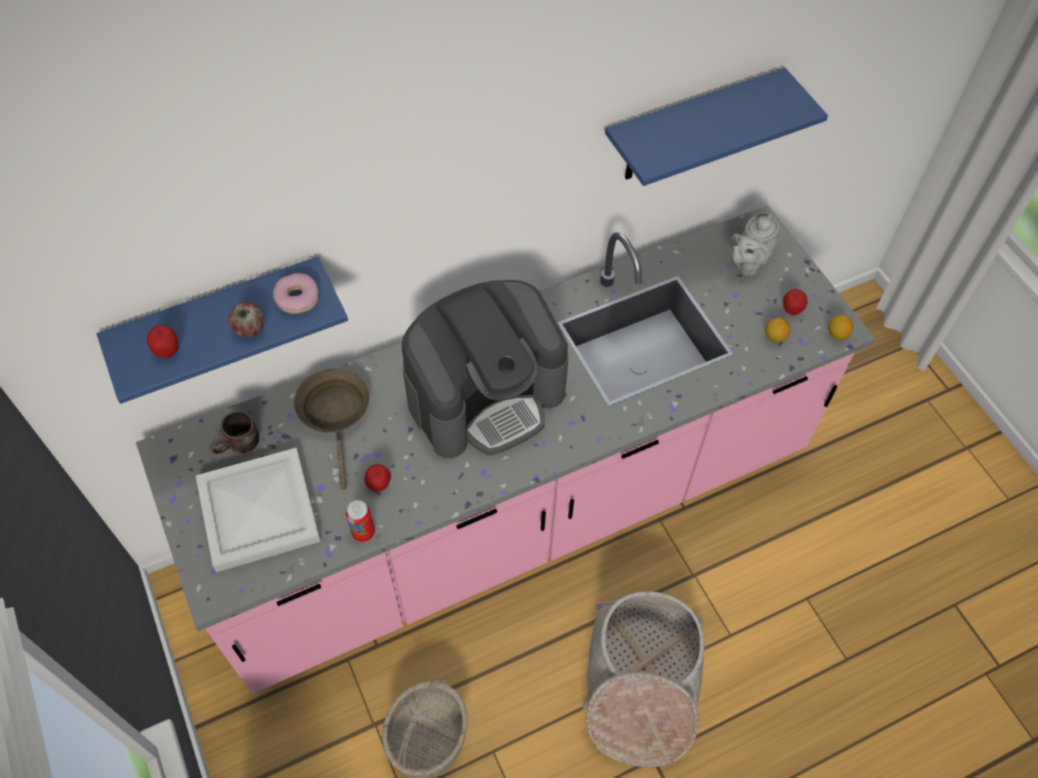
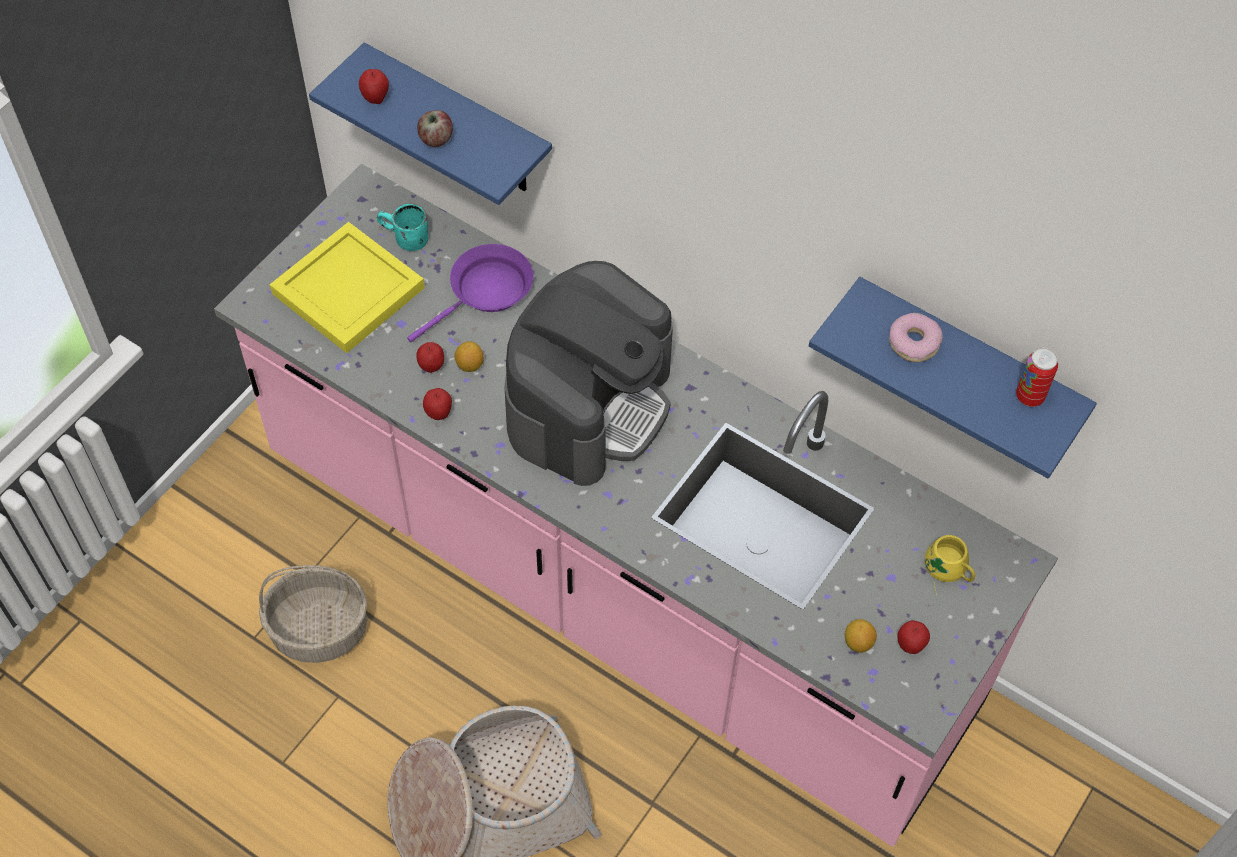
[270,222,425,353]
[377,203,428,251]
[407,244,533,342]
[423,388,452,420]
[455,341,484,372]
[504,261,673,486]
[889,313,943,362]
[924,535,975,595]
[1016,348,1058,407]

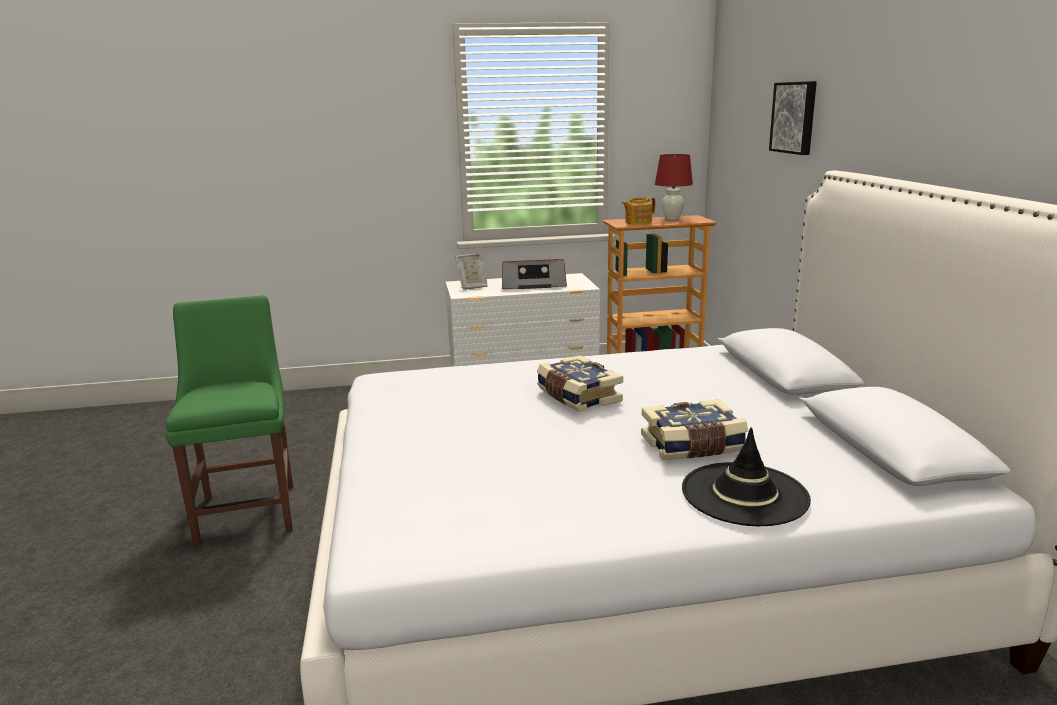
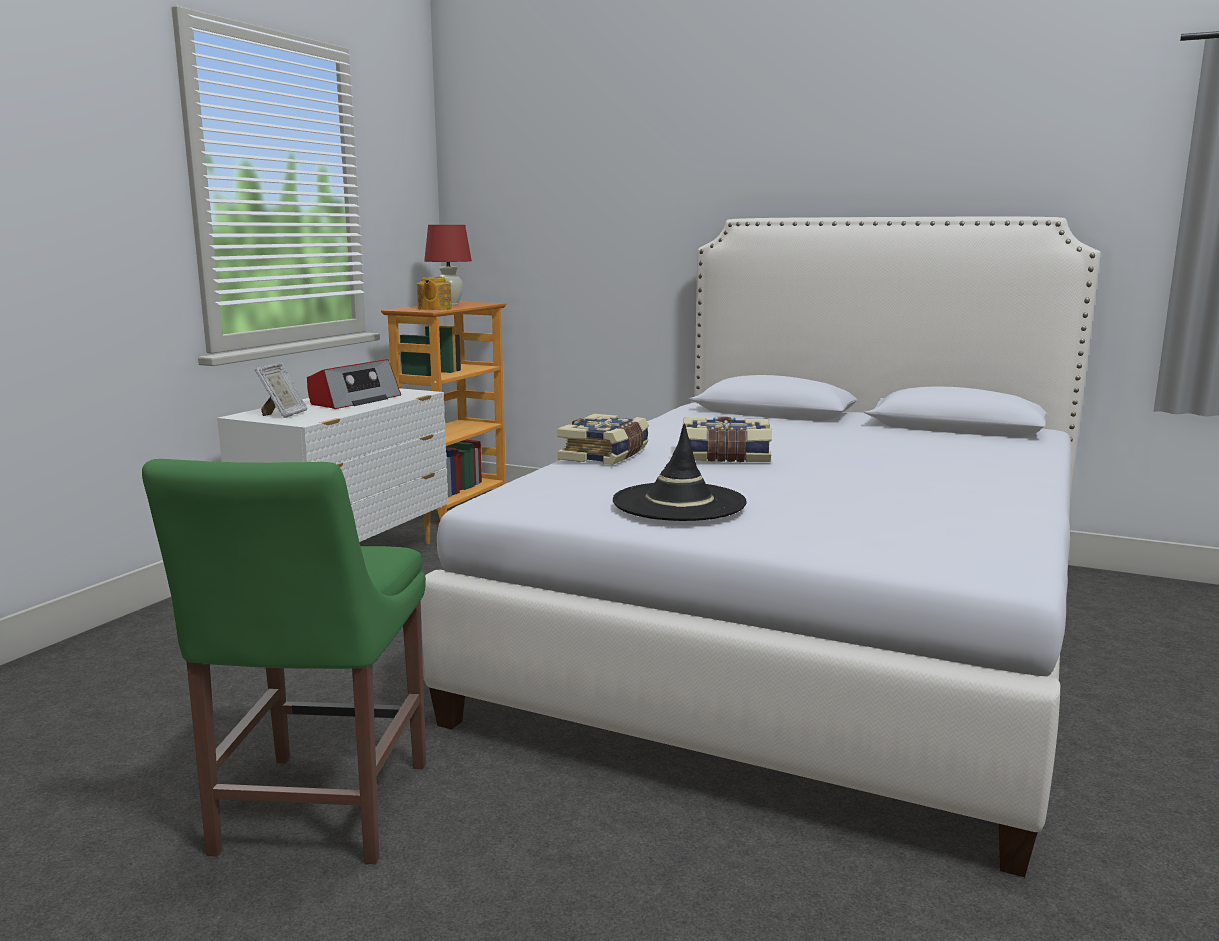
[142,459,426,864]
[557,414,649,465]
[613,423,747,521]
[769,81,817,155] (first image)

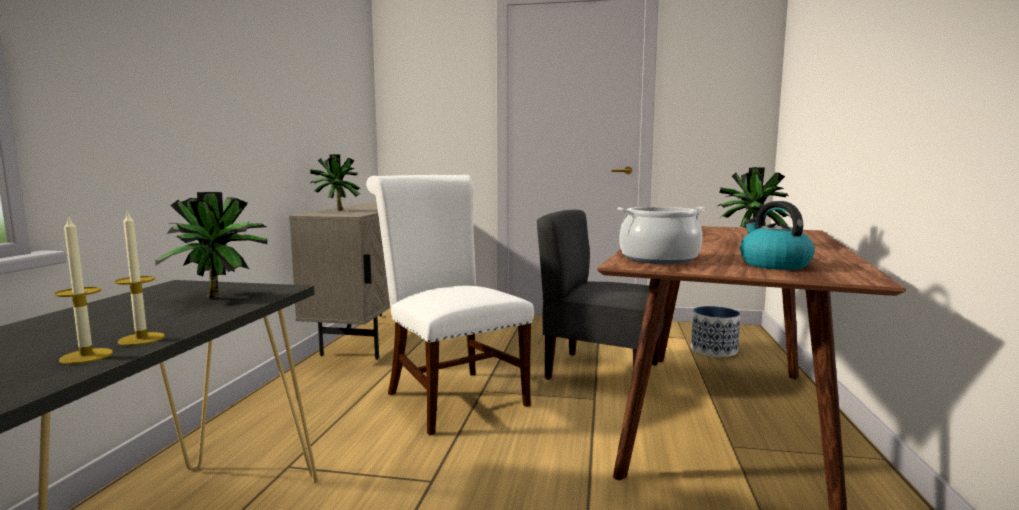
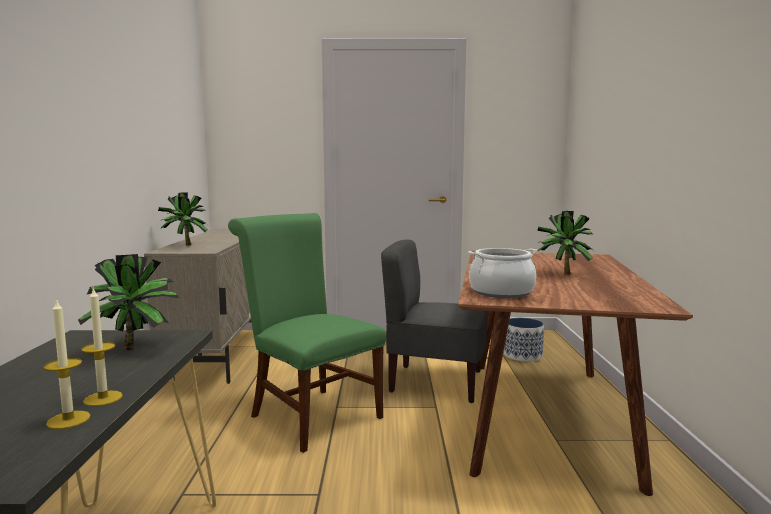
[228,213,386,453]
[740,201,815,270] (first image)

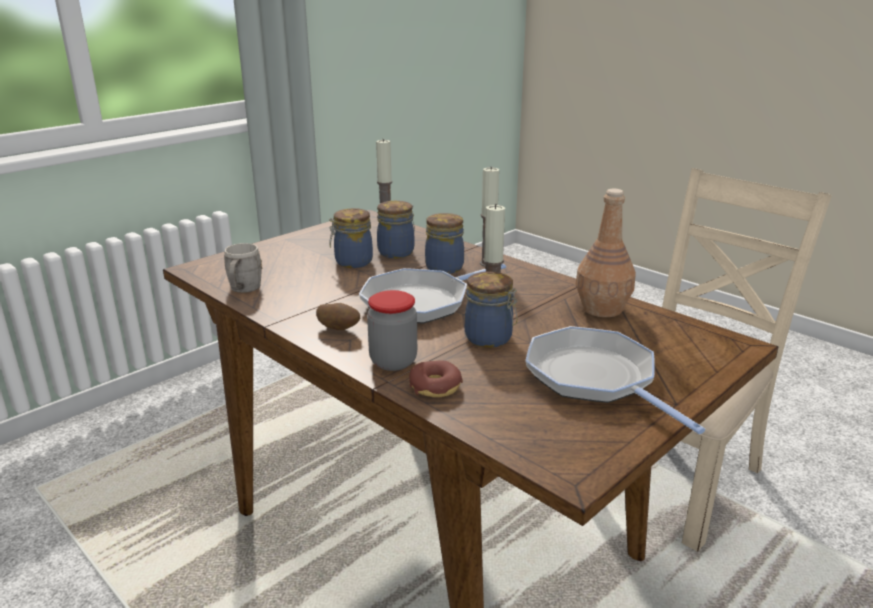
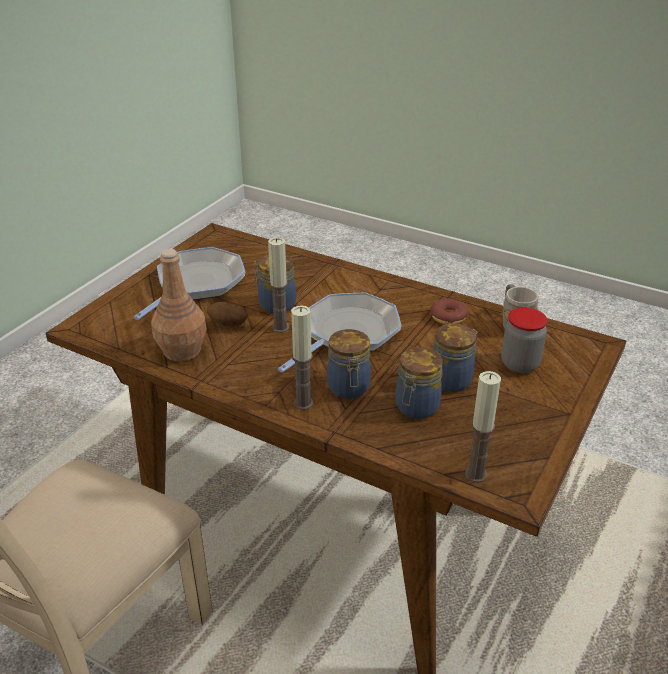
[134,247,245,320]
[207,302,248,326]
[430,298,468,325]
[501,308,547,373]

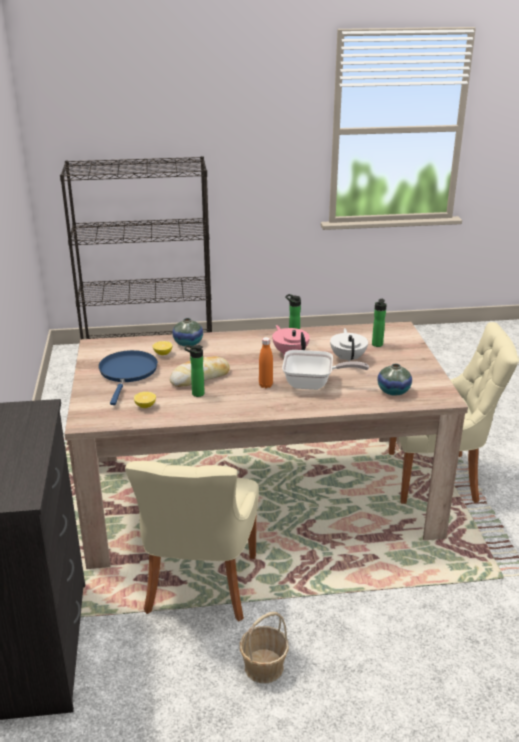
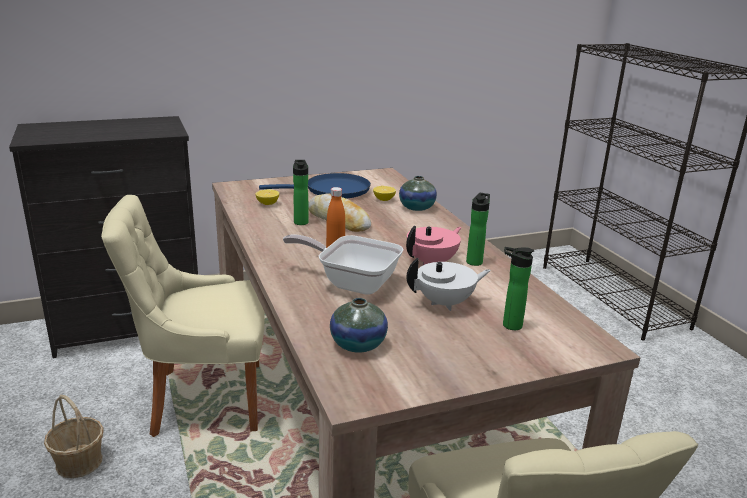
[283,234,404,295]

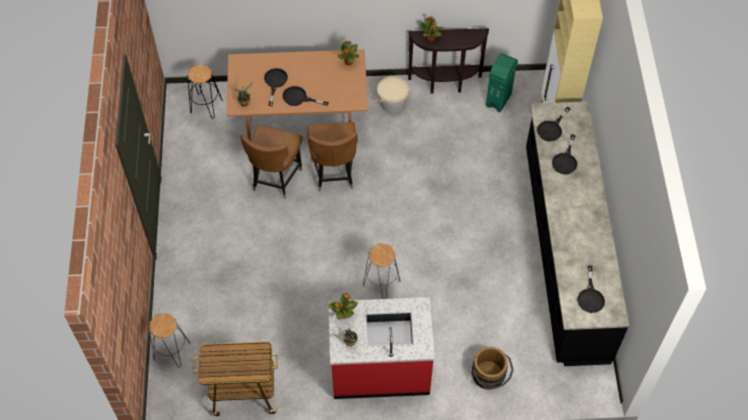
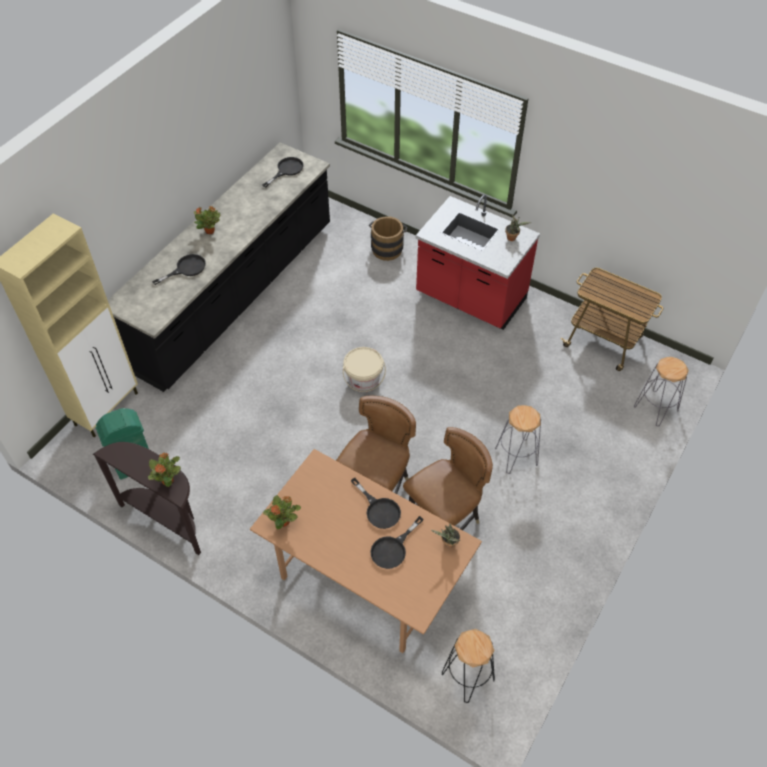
[193,206,221,234]
[343,347,386,392]
[495,405,541,474]
[537,107,571,141] (first image)

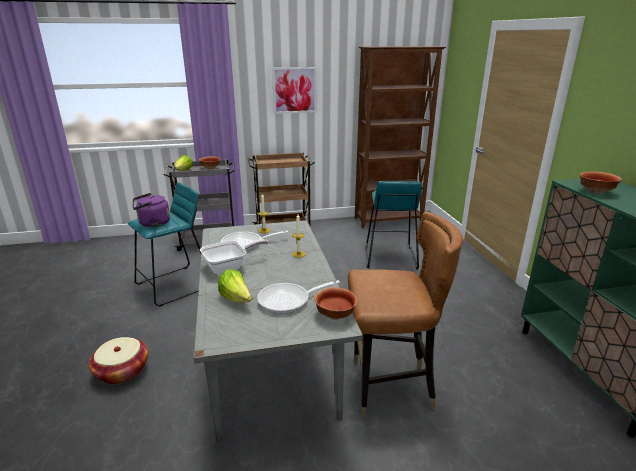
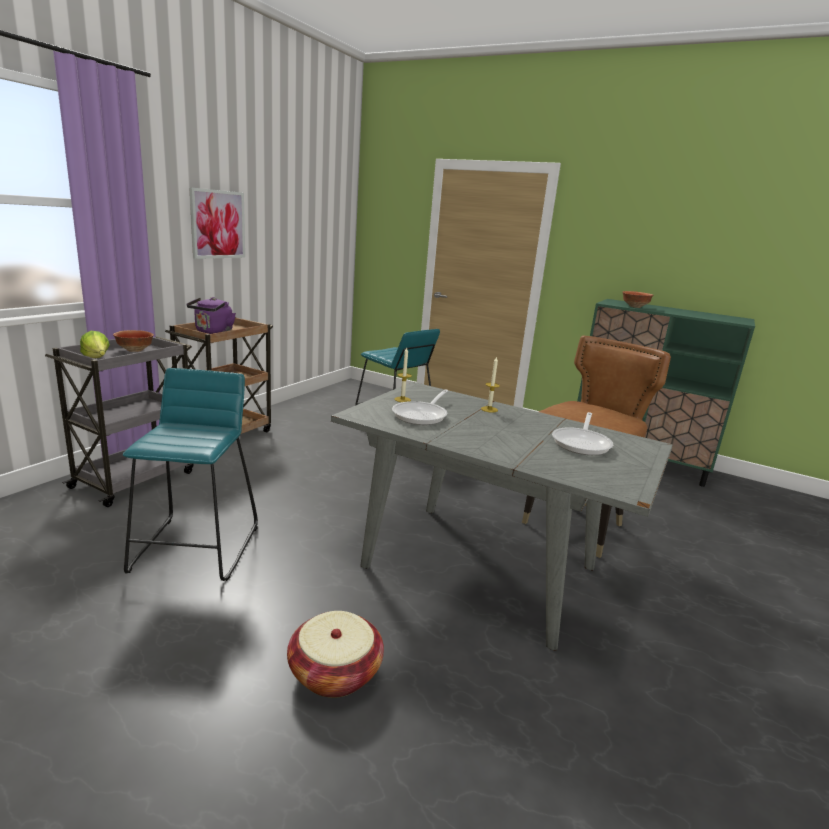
[187,297,236,334]
[200,239,269,274] (first image)
[218,269,252,303] (first image)
[314,287,357,320] (first image)
[355,46,446,228] (first image)

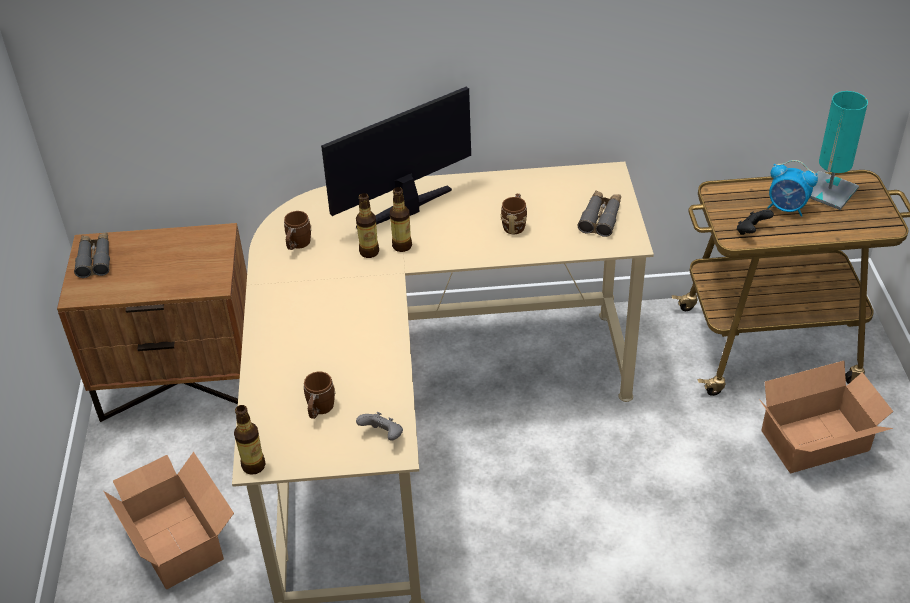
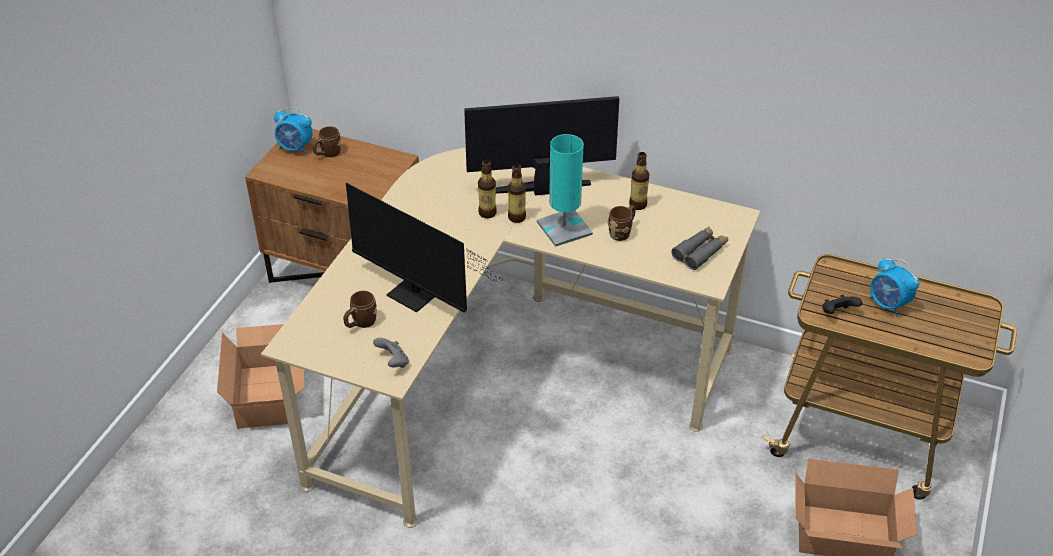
[274,107,313,154]
[312,126,341,157]
[346,183,505,313]
[537,134,593,247]
[629,152,649,210]

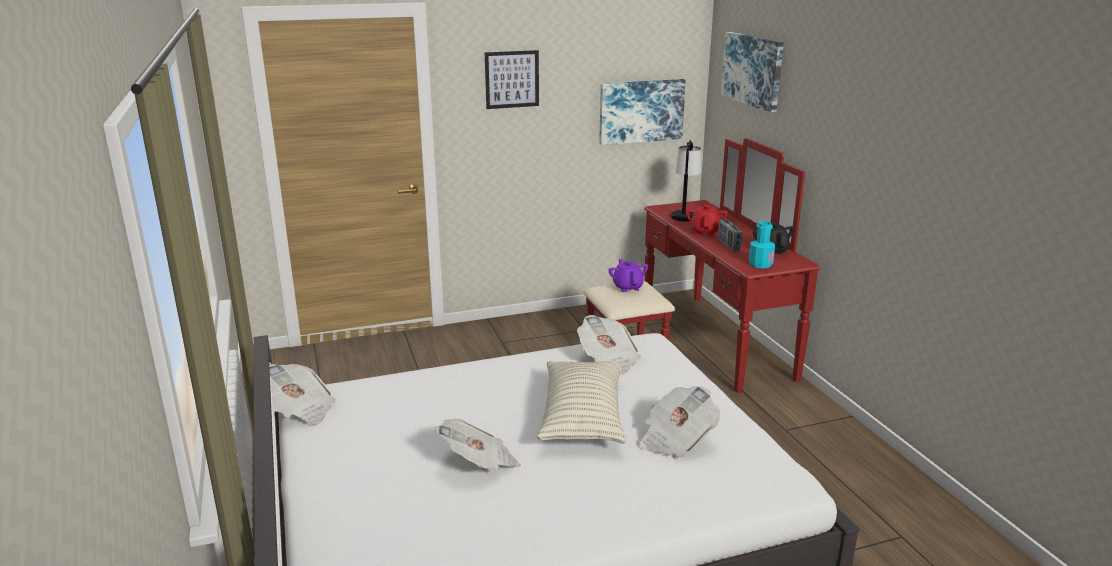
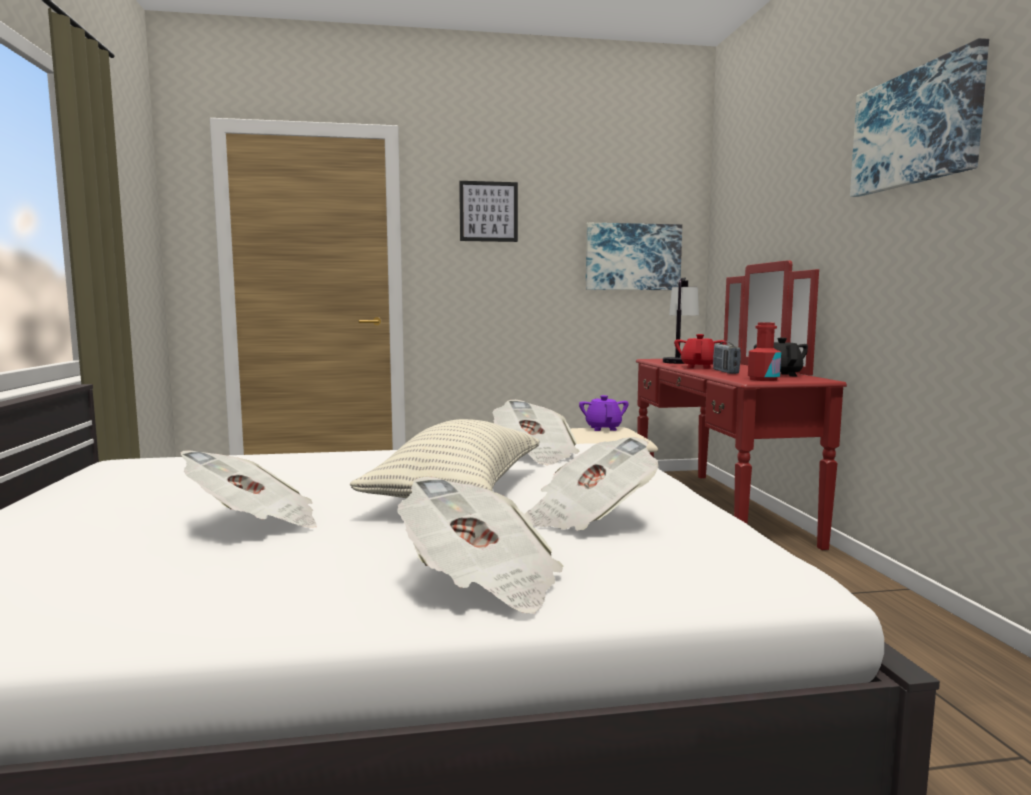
[398,477,563,613]
[748,323,781,381]
[850,38,989,197]

